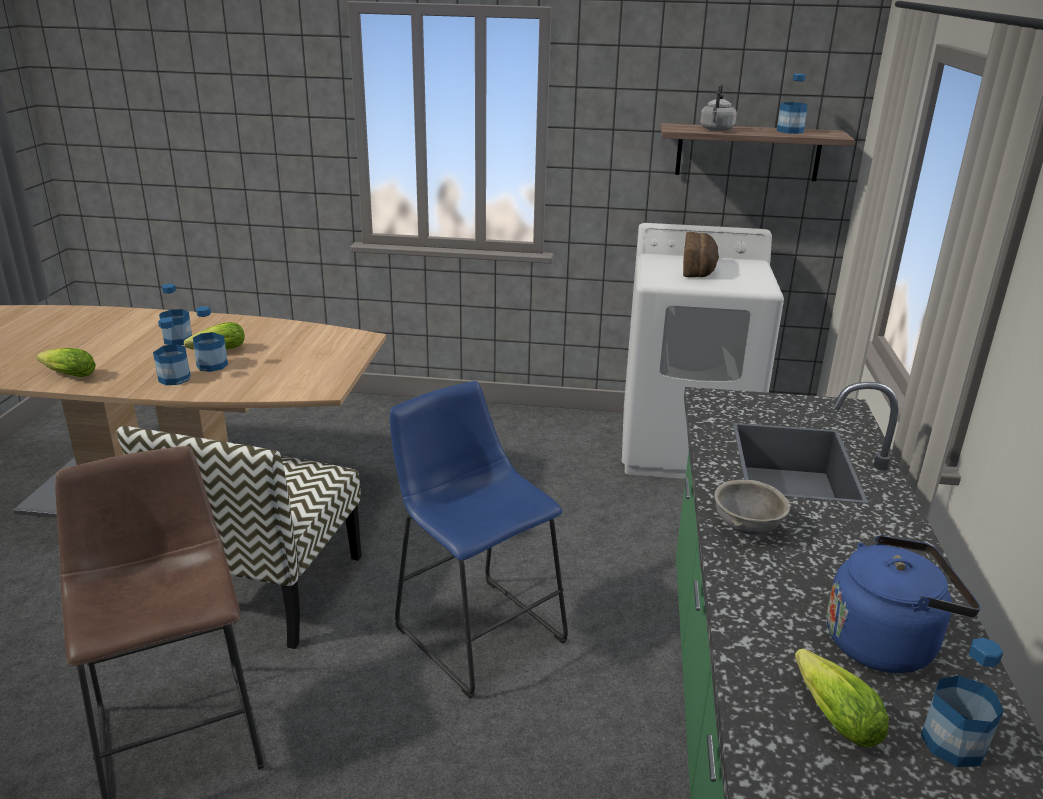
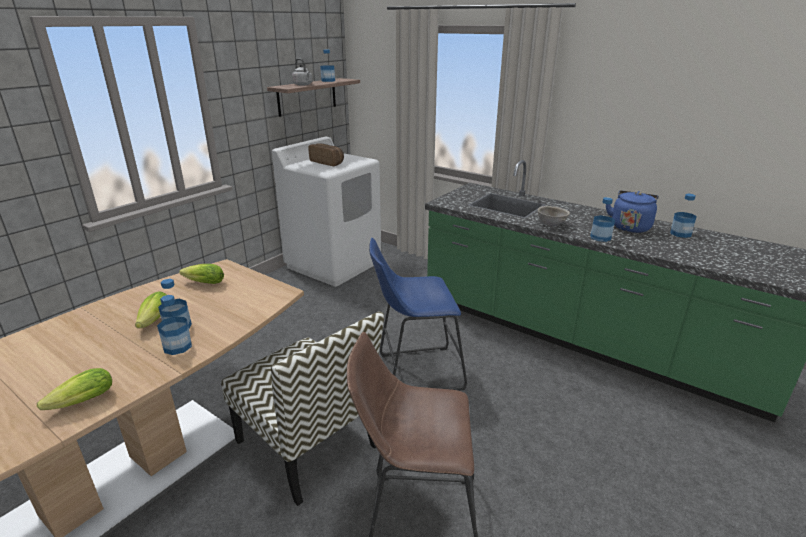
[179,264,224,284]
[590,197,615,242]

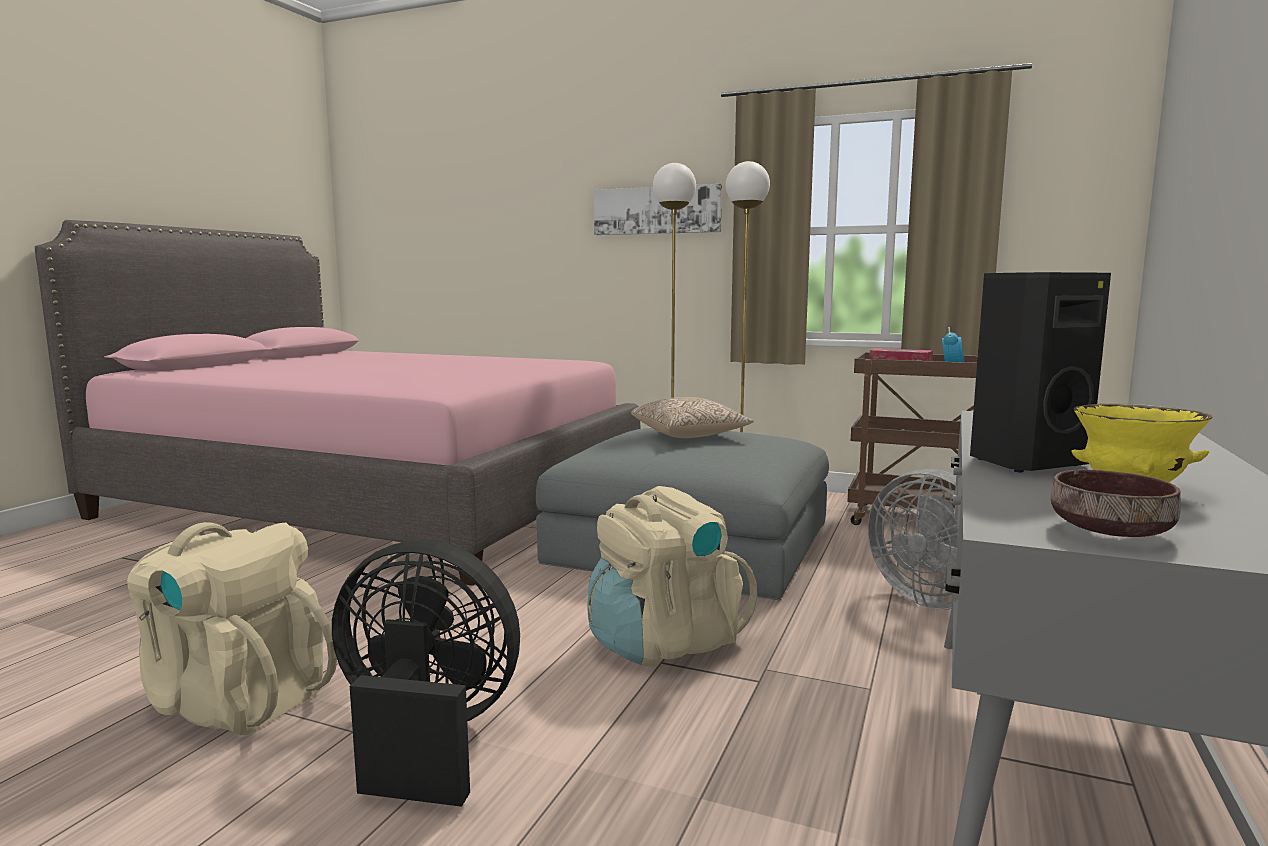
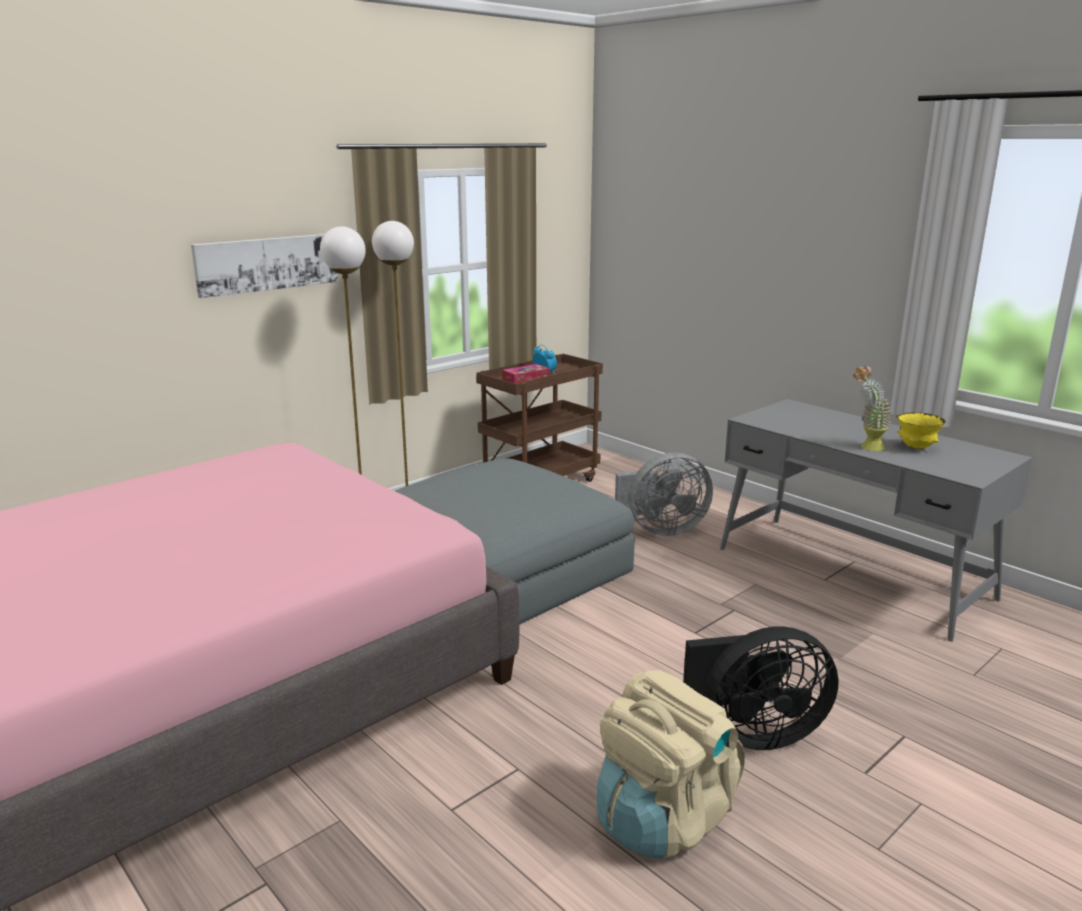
[683,626,839,750]
[853,366,892,451]
[587,486,757,667] (first image)
[631,397,754,438] (first image)
[1051,470,1181,537] (first image)

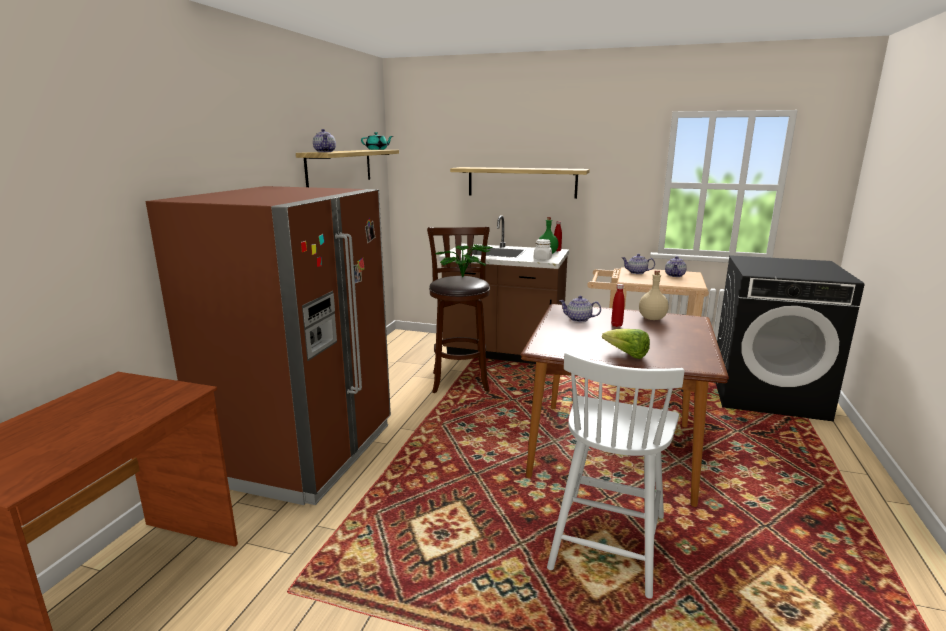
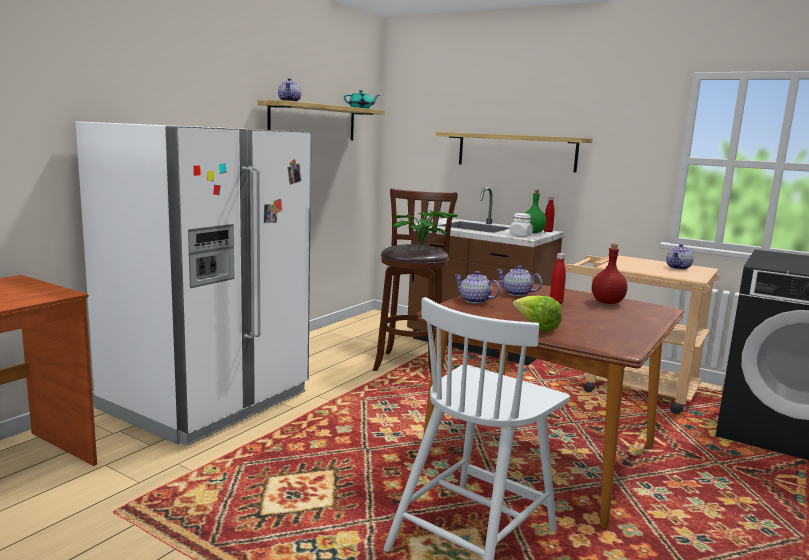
[76,121,311,446]
[455,271,500,304]
[592,244,627,304]

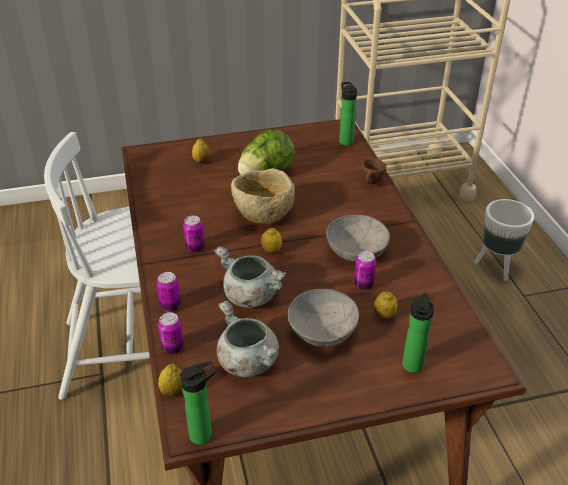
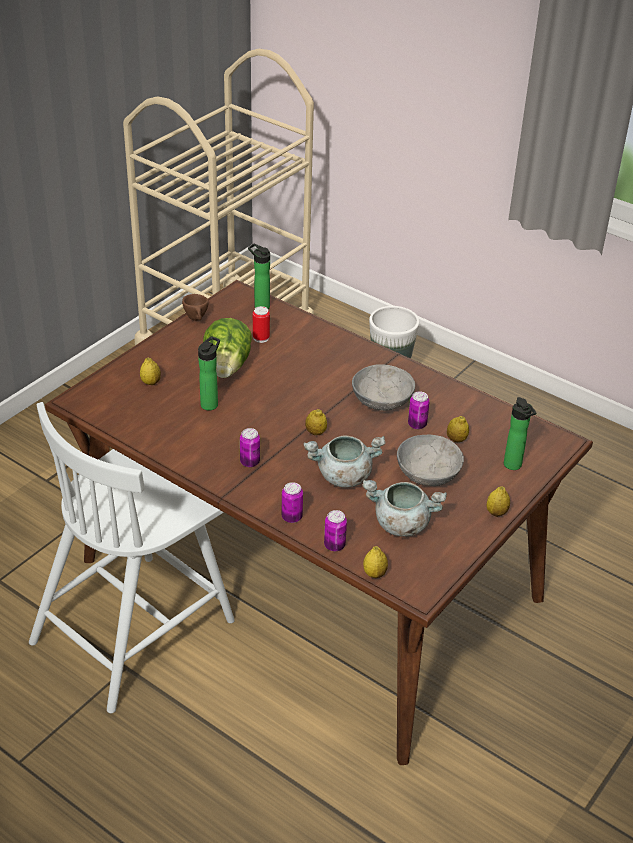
[182,294,208,321]
[198,336,220,411]
[253,306,270,343]
[487,486,510,517]
[231,168,295,224] (first image)

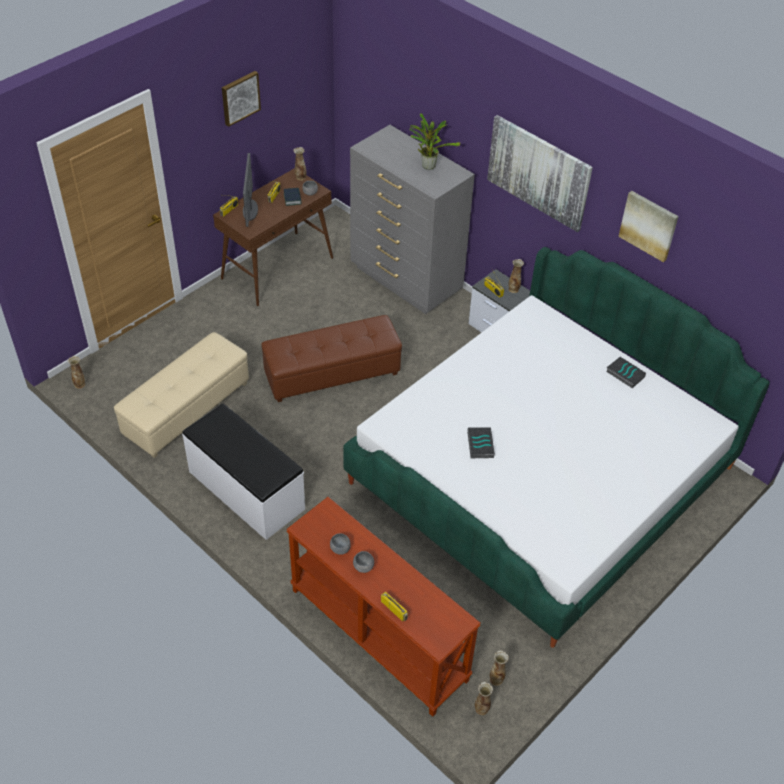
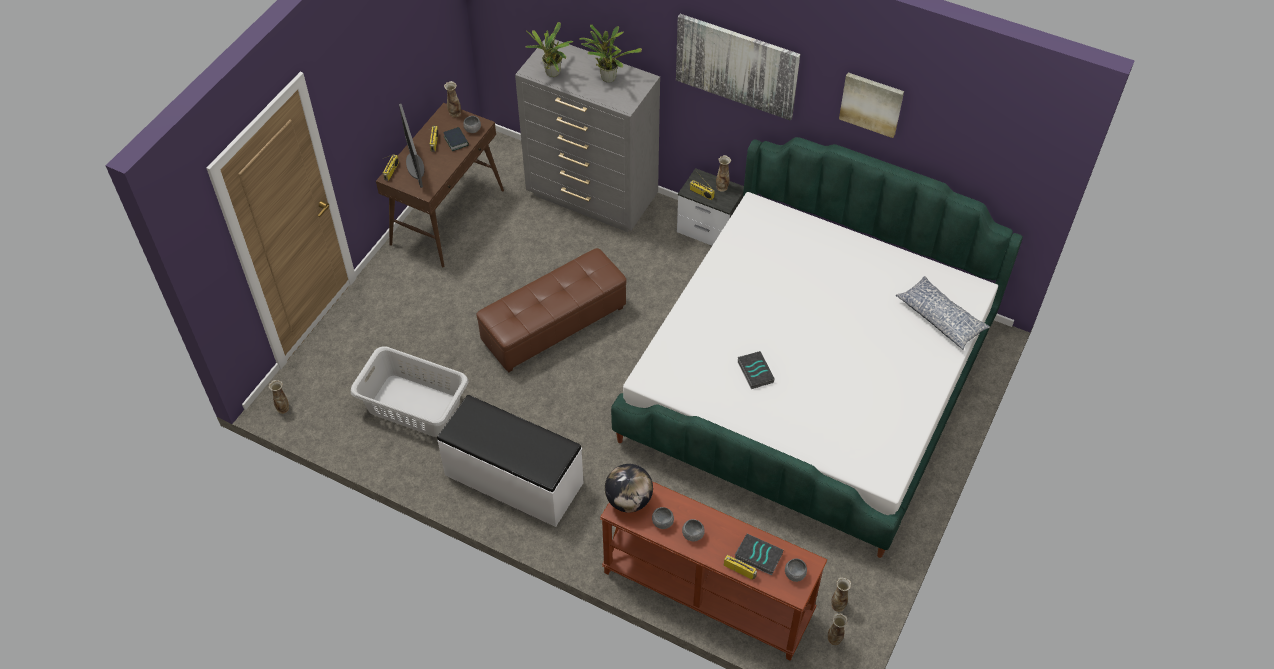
[351,347,469,437]
[525,22,574,77]
[605,464,653,513]
[735,534,783,575]
[785,558,807,582]
[896,276,990,350]
[222,71,261,127] (first image)

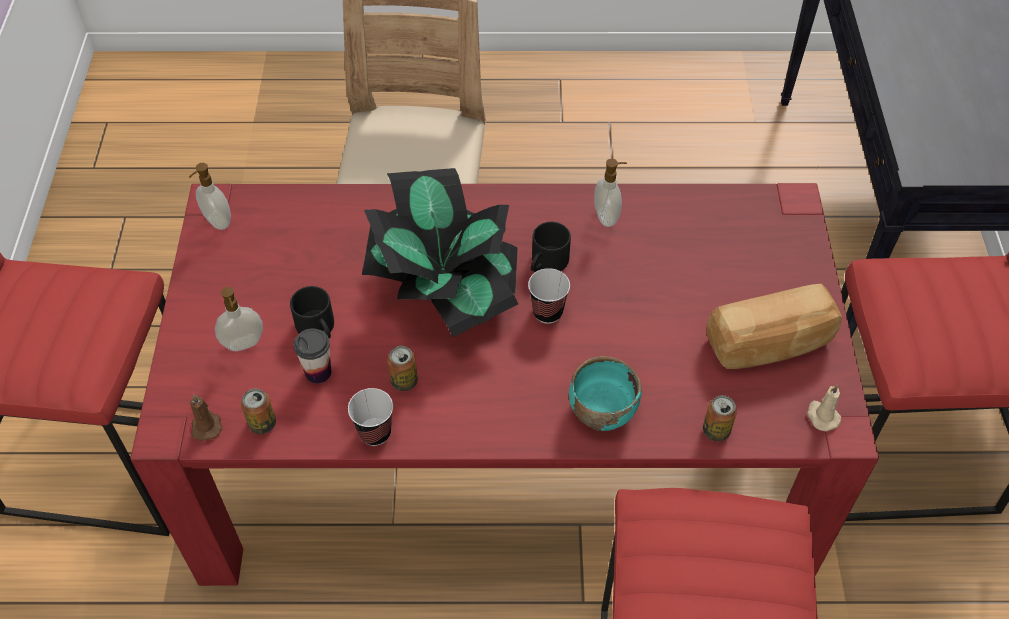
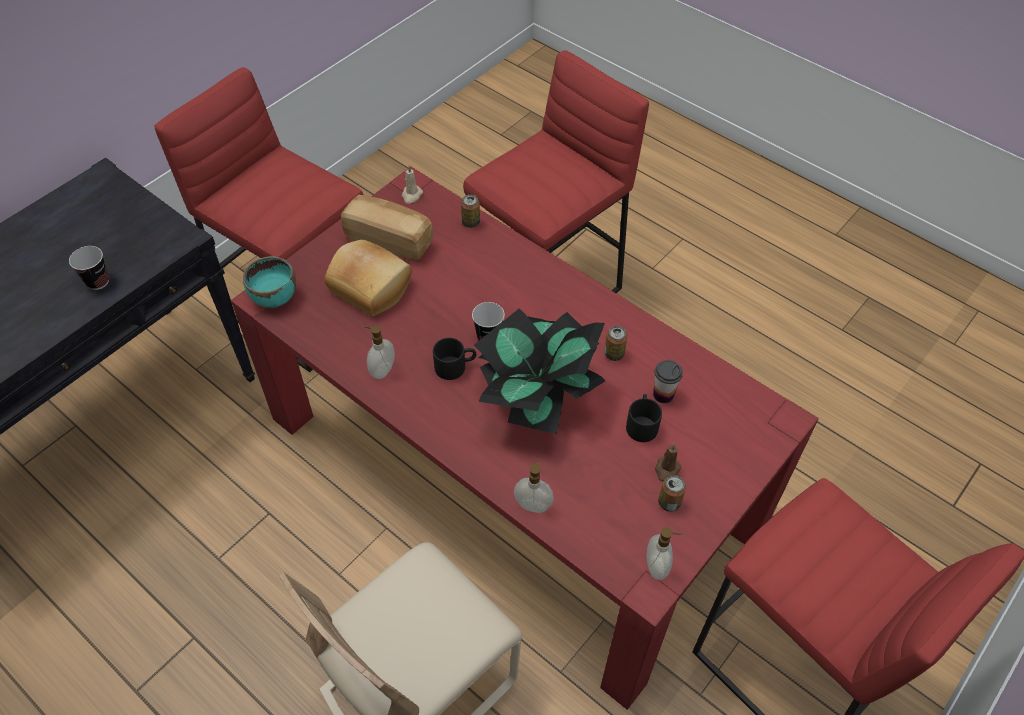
[69,246,109,290]
[243,256,296,308]
[325,240,412,316]
[514,458,554,513]
[655,444,681,482]
[658,475,686,512]

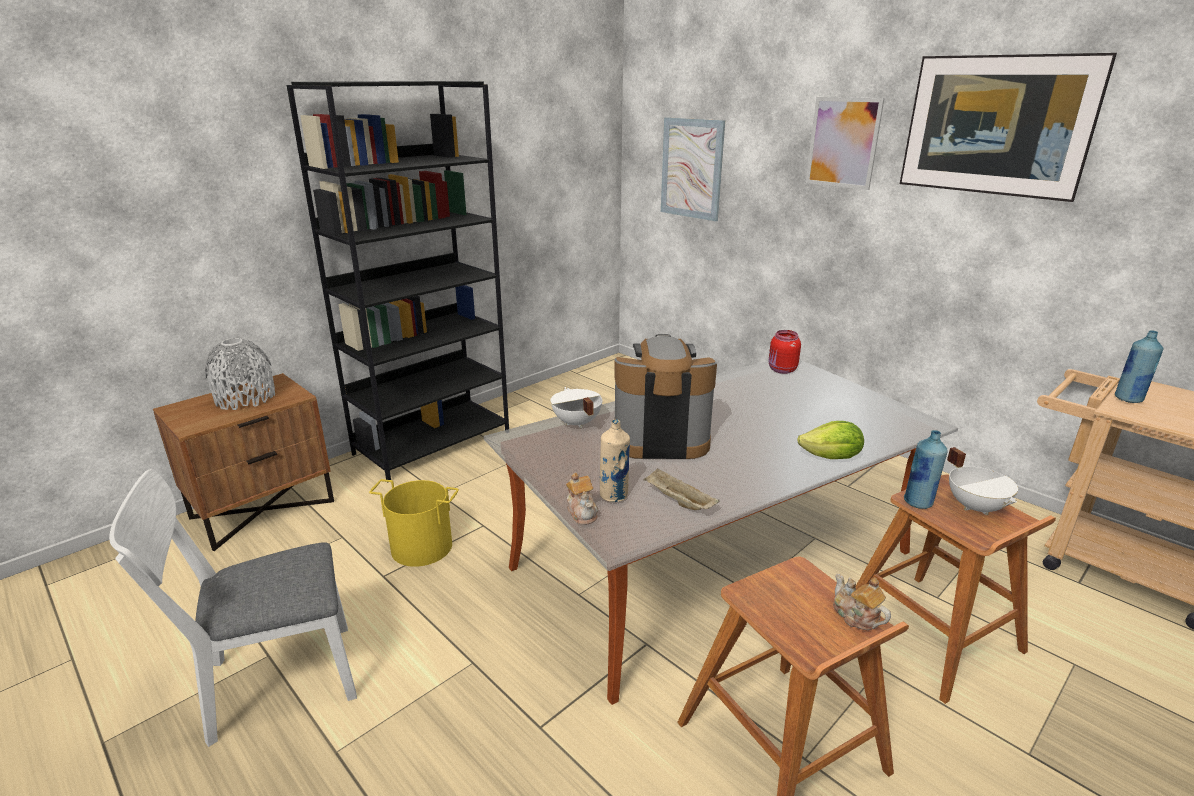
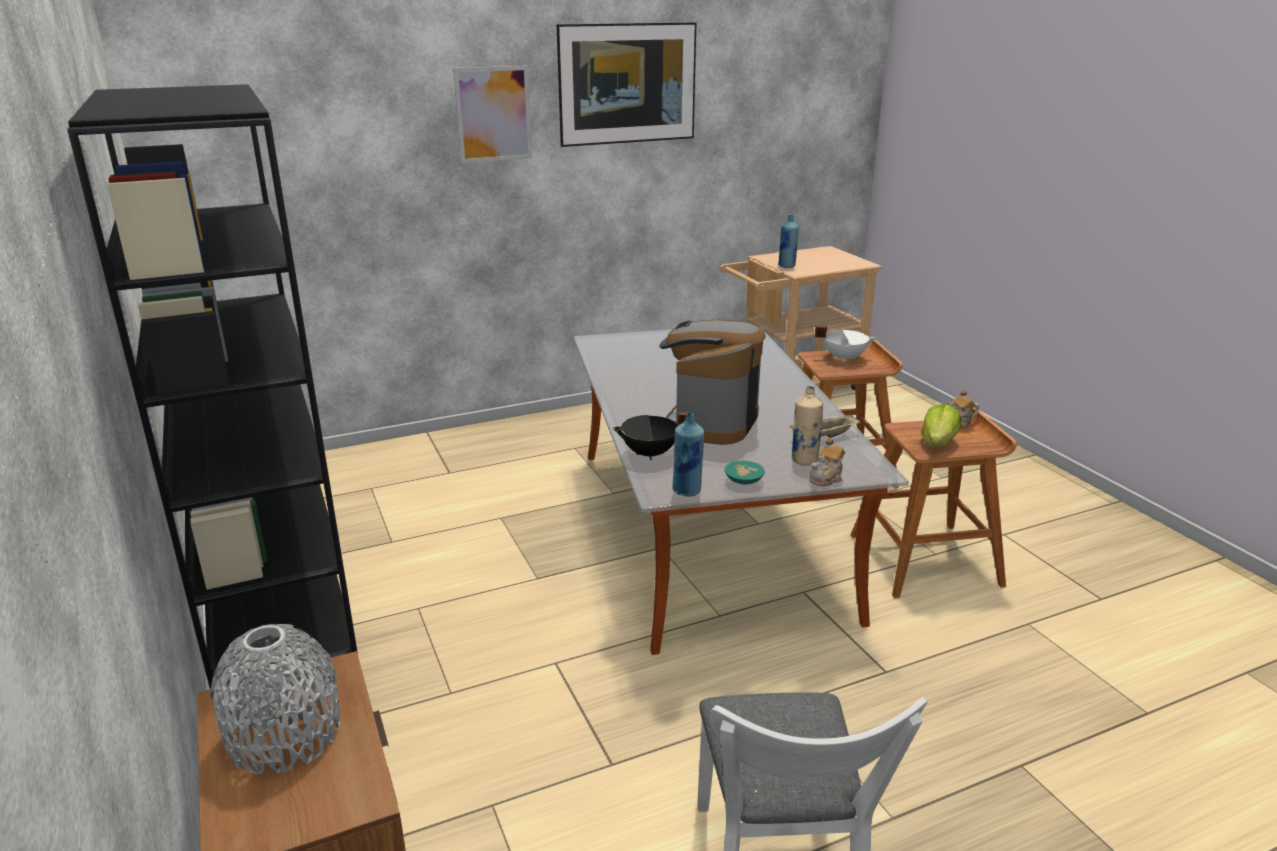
[613,412,692,460]
[673,412,704,497]
[725,461,765,484]
[809,438,845,486]
[921,404,961,447]
[369,479,459,567] (first image)
[661,117,725,221] (first image)
[769,330,801,374] (first image)

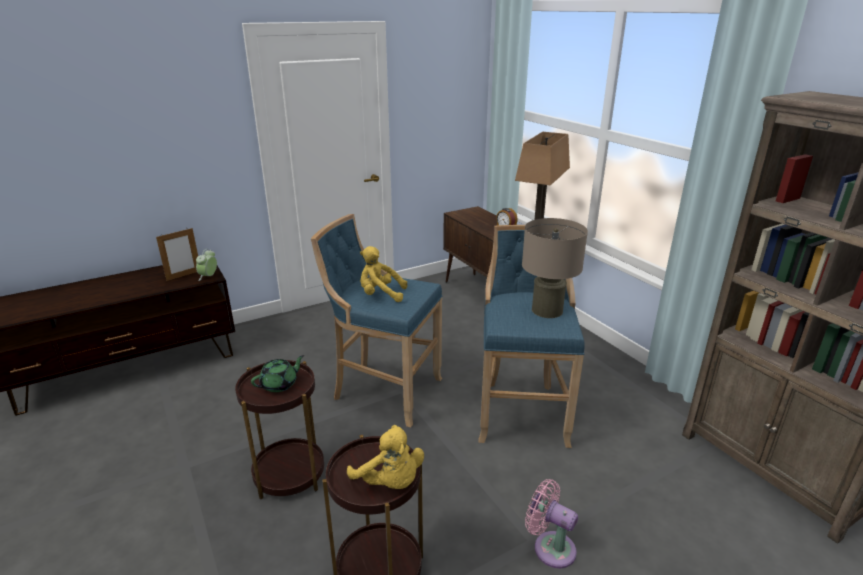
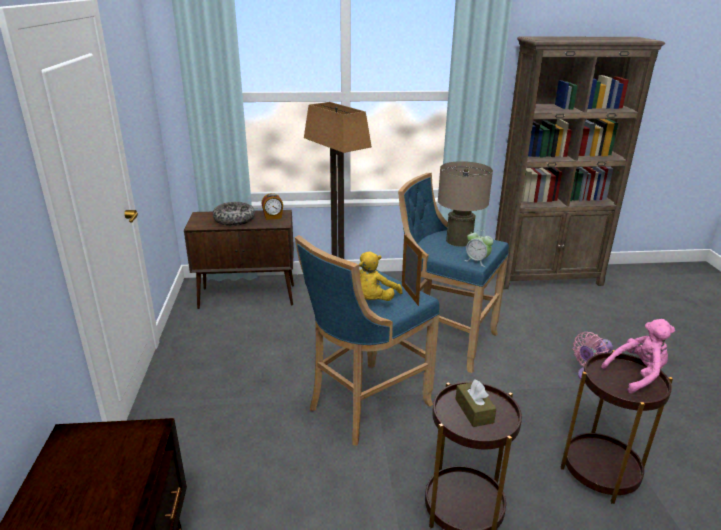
[213,202,255,226]
[402,234,422,306]
[455,379,496,427]
[464,230,493,267]
[601,319,675,394]

